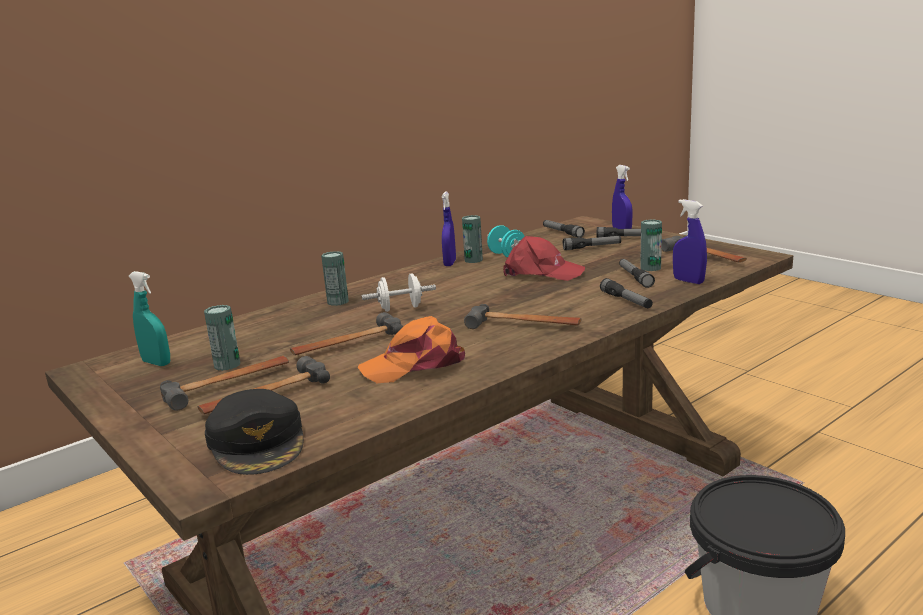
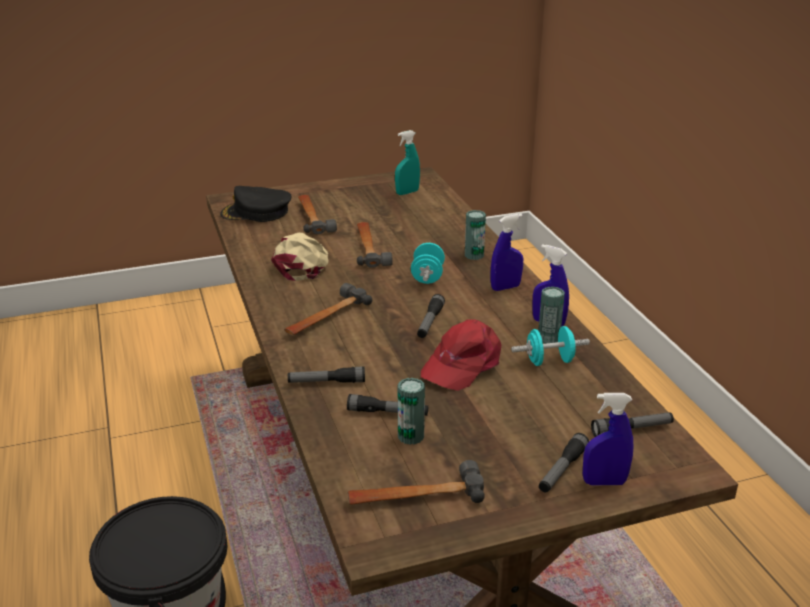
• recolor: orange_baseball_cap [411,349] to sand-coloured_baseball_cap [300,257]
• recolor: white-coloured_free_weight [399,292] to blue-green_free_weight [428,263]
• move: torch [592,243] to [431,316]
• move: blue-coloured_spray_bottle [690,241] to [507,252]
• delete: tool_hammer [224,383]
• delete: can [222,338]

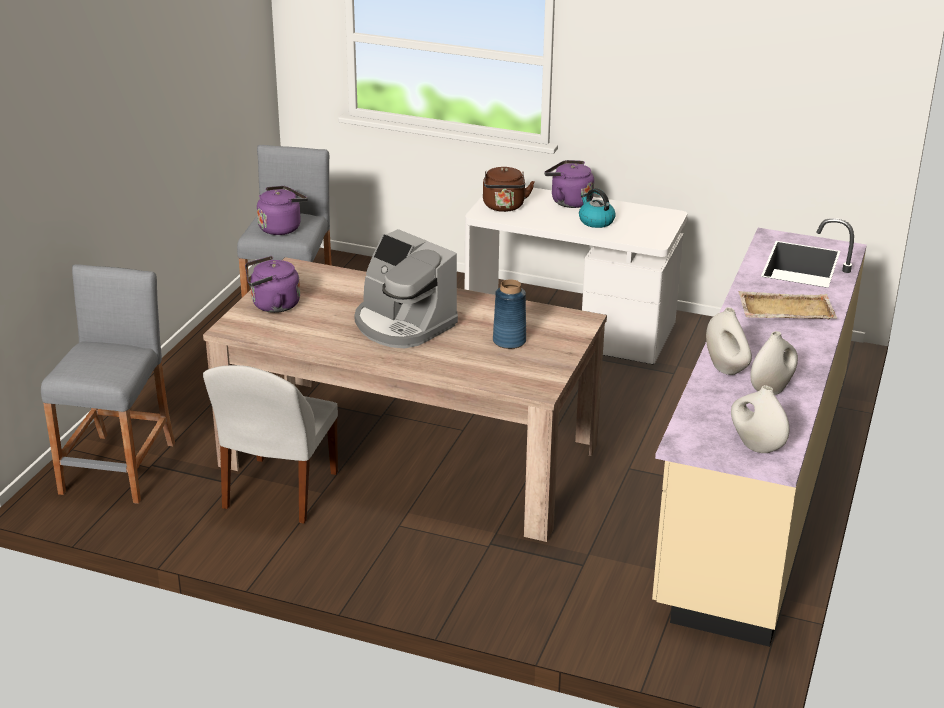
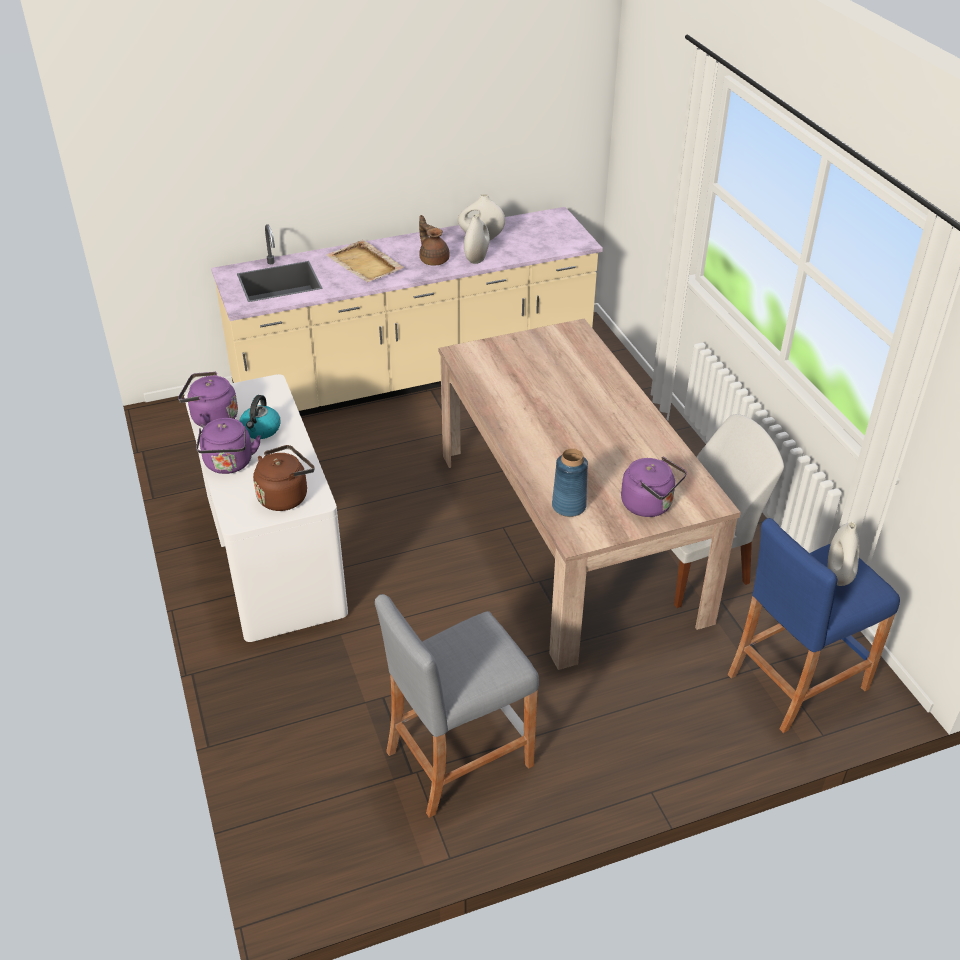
• move: purple-coloured_tea_kettle [282,210] to [208,399]
• insert: brownish_teapot [434,240]
• move: blue-coloured_flower_vase [509,314] to [570,482]
• recolor: greyish_stool [108,384] to blue-coloured_stool [814,625]
• move: white-coloured_flower_vase [760,419] to [844,554]
• delete: coffee_brewer [406,288]

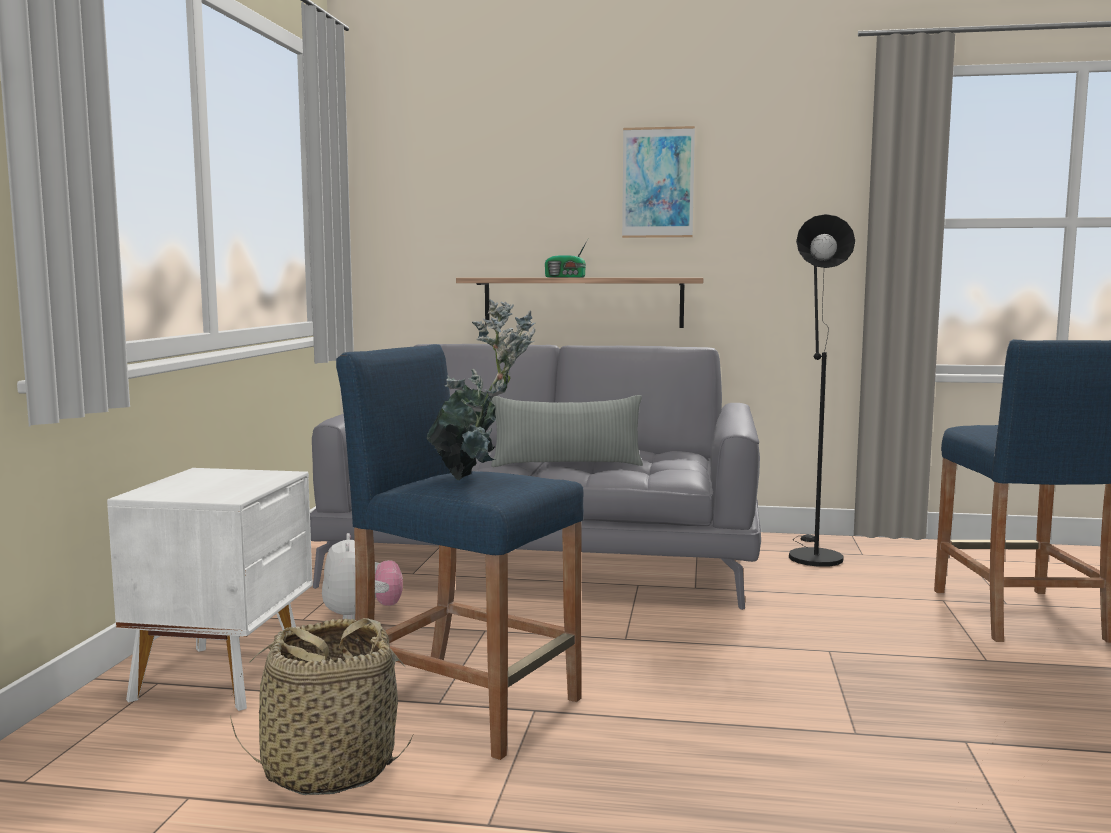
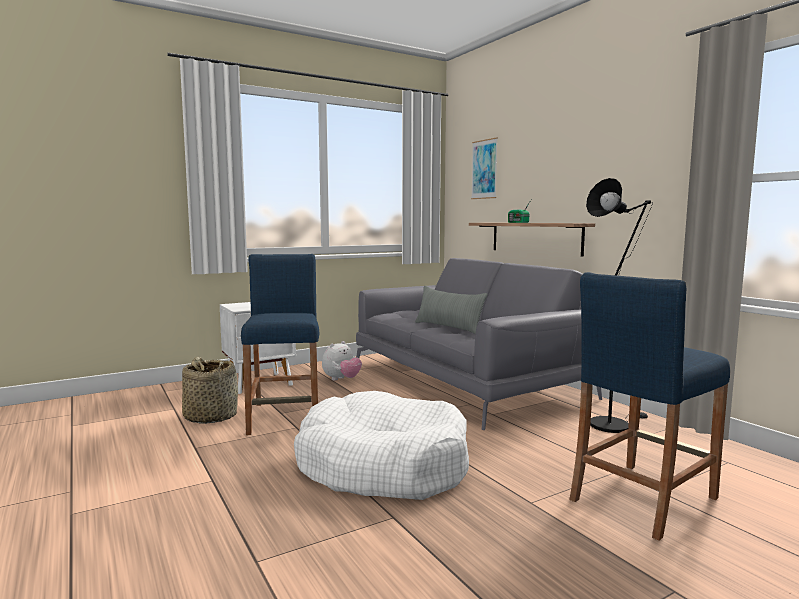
• insert: white-coloured_pet_bed [381,445]
• move: wall_art [658,182] to [484,168]
• delete: plant_in_a_pot [480,389]

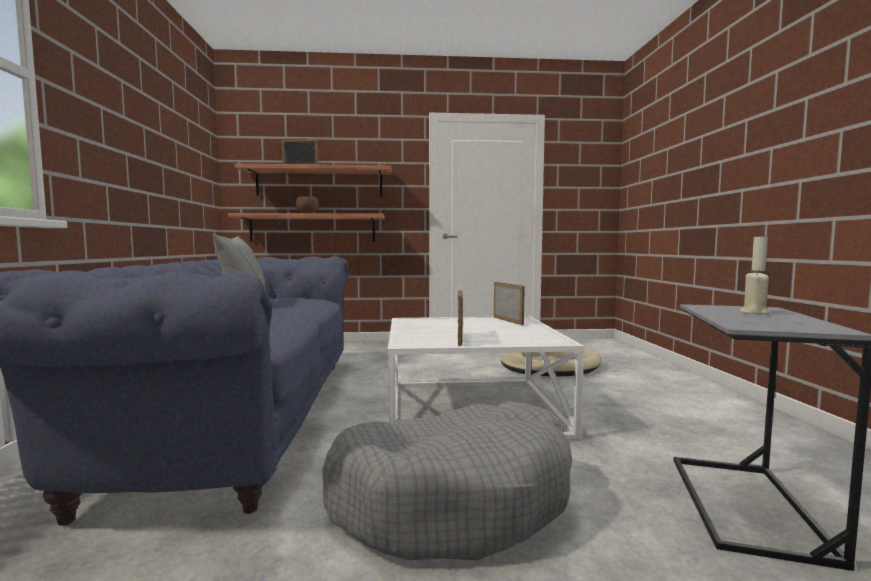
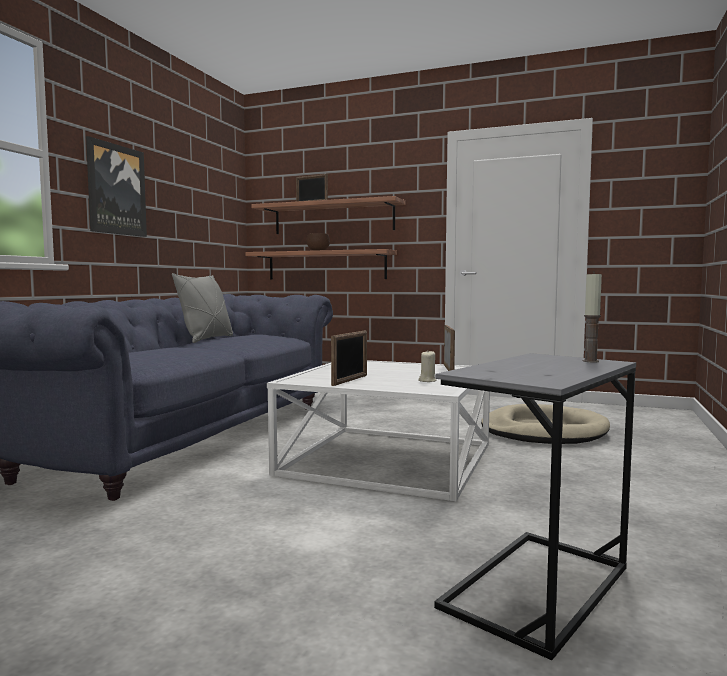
• insert: wall_art [116,186]
• move: sand-coloured_candle [754,292] to [427,366]
• delete: greyish_pet_bed [447,480]

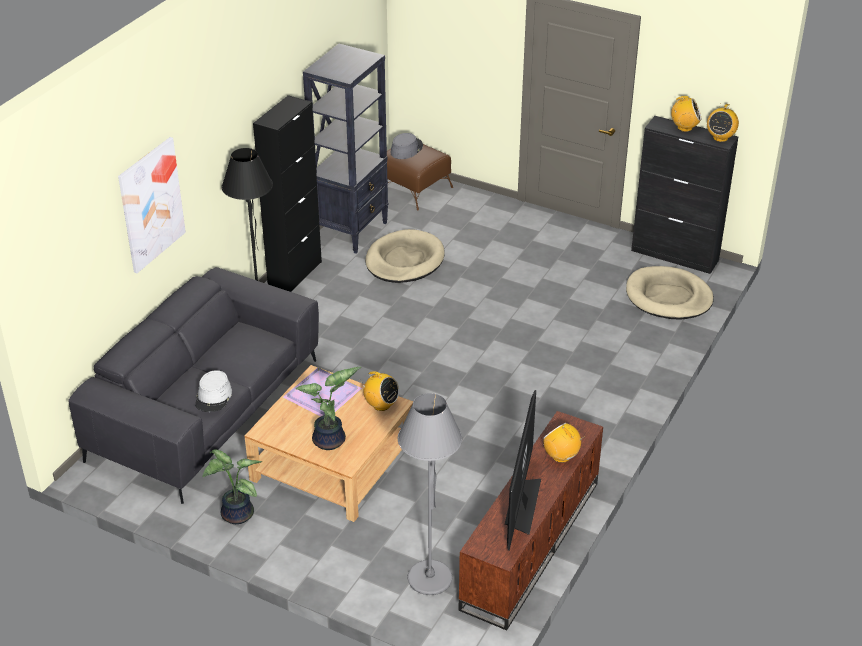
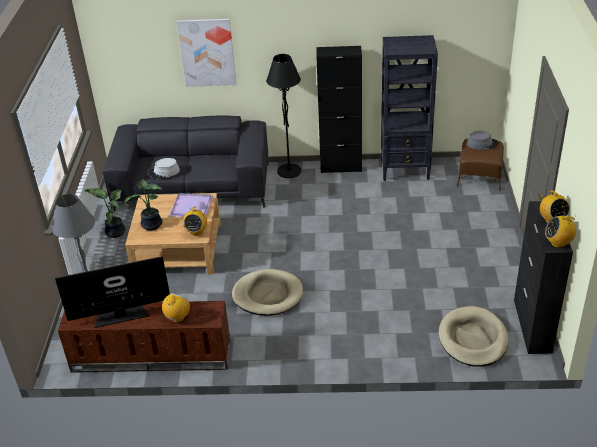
• move: sand-coloured_pet_bed [405,256] to [267,292]

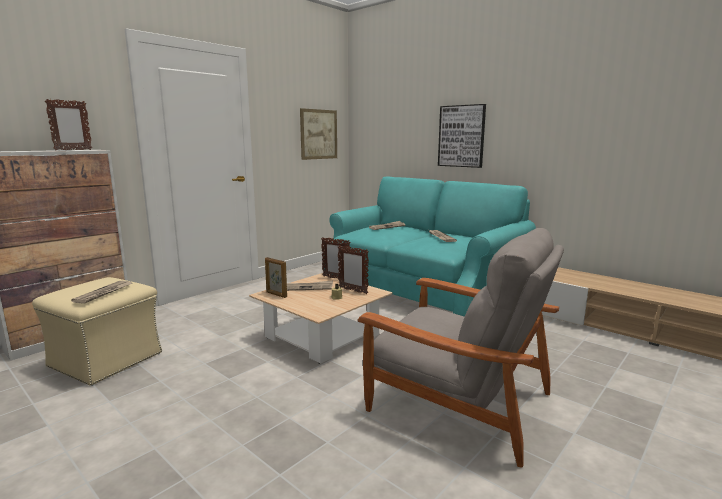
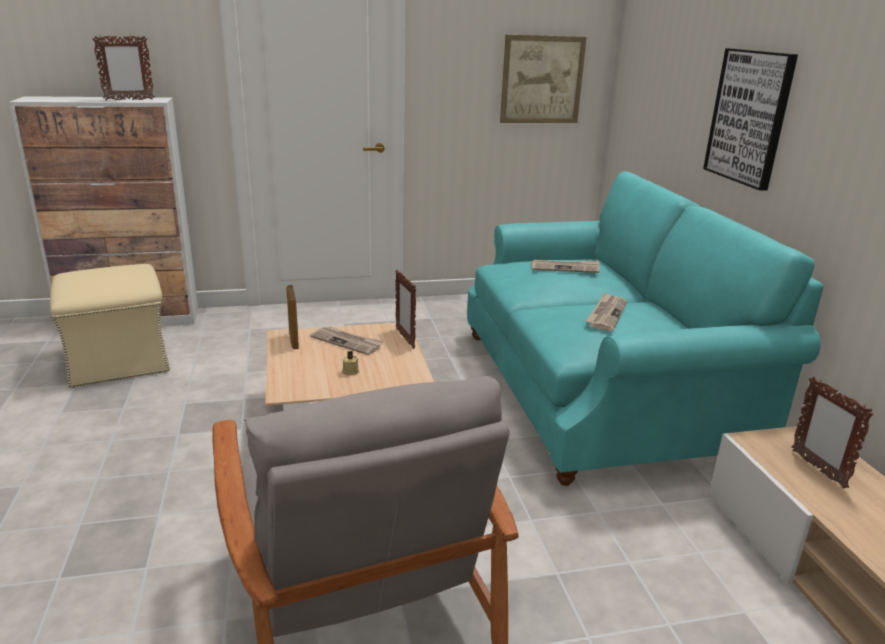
• move: photo_frame [353,269] to [832,432]
• delete: newspaper [101,292]

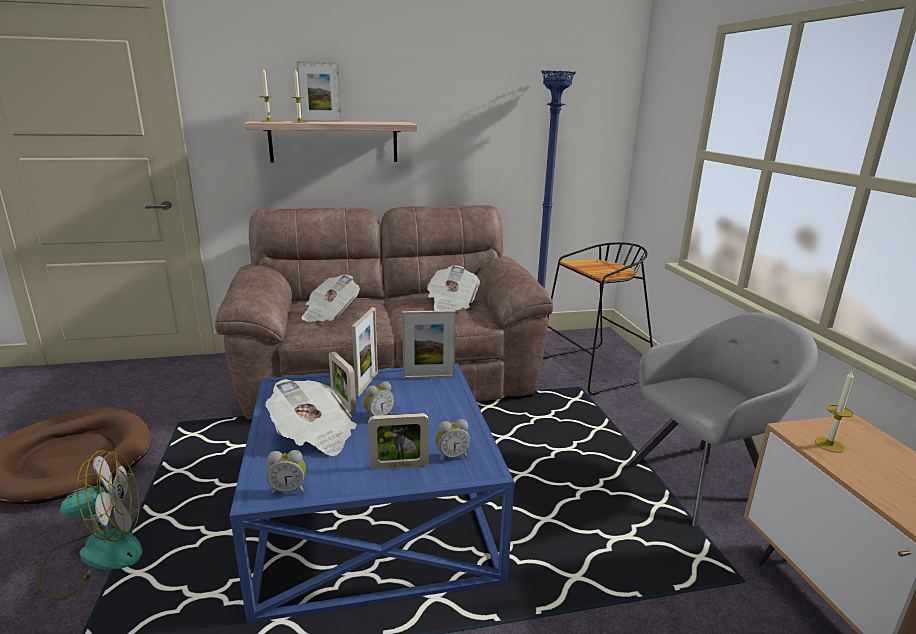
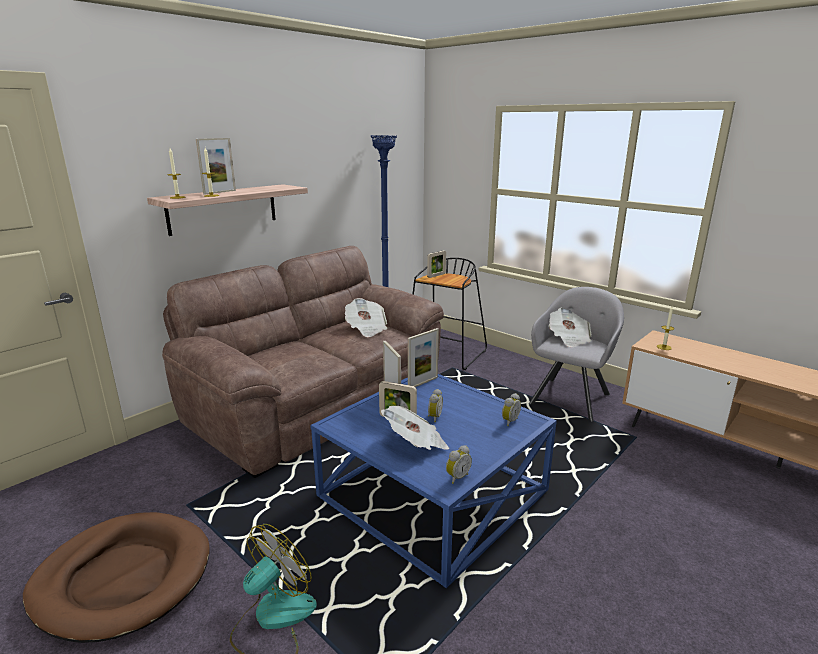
• move: photo_frame [398,441] to [436,264]
• move: newspaper [330,298] to [570,327]

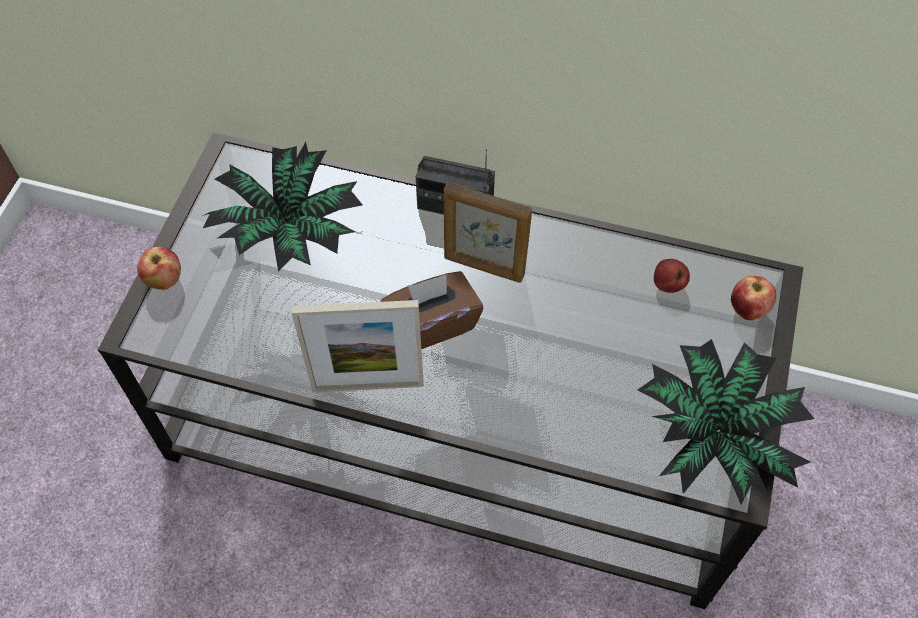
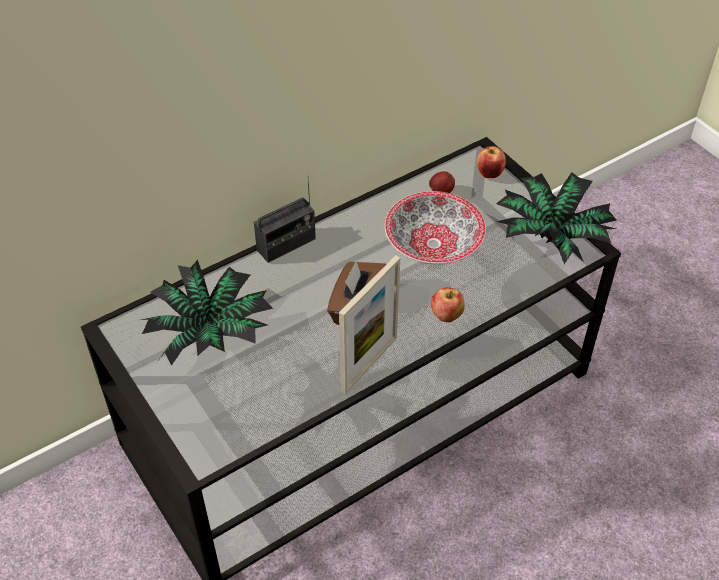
• insert: deep_dish [435,227]
• move: apple_fruit [159,268] to [448,304]
• delete: photo_frame [488,232]

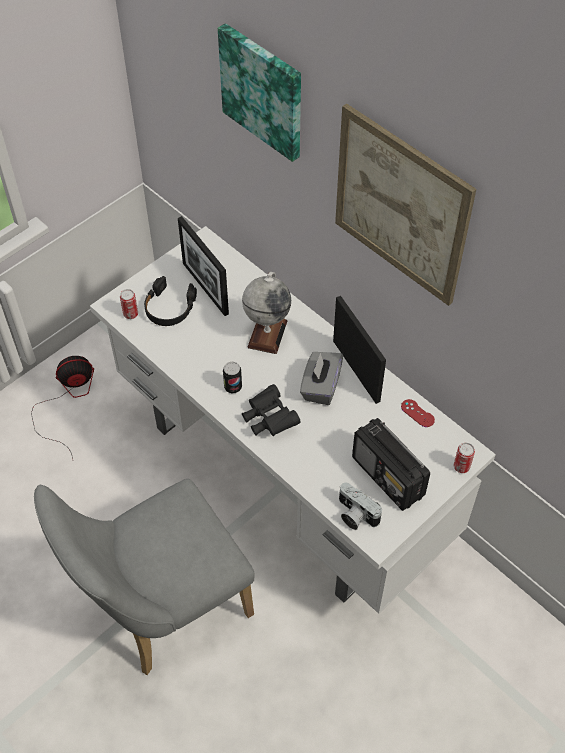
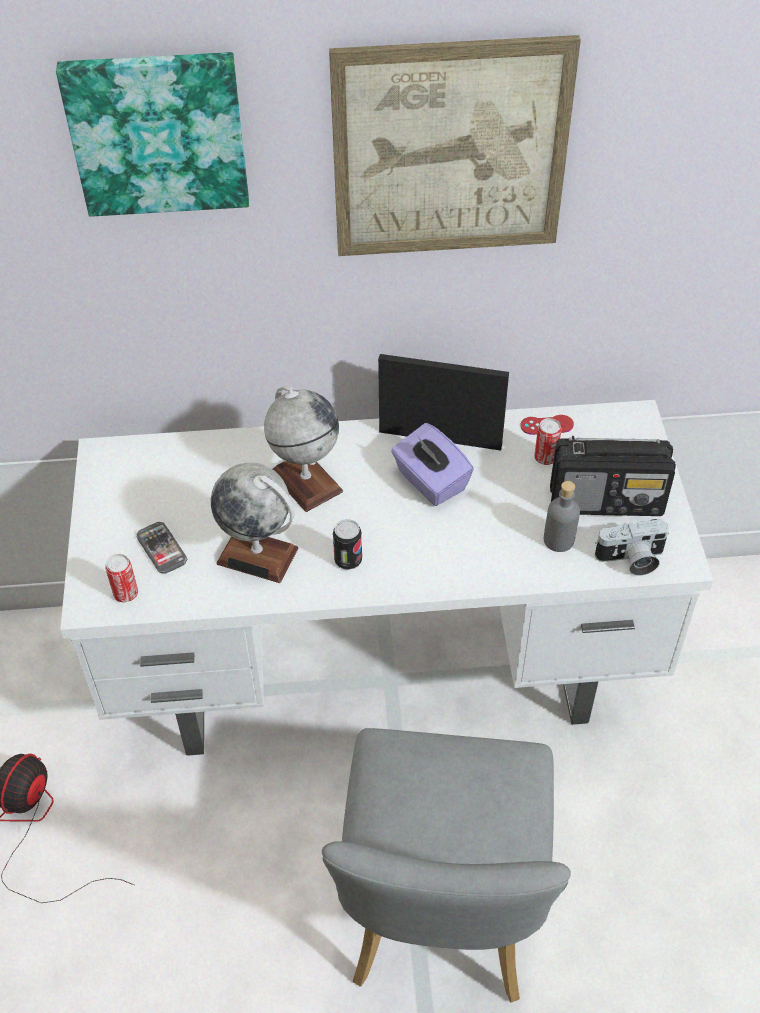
• replace: blackish_headset [170,301] to phone [161,548]
• insert: world_globe [254,522]
• recolor: greyish_tissue_box [321,378] to purple-coloured_tissue_box [432,464]
• move: can [464,458] to [547,441]
• insert: greyish_beverage_bottle [562,516]
• delete: photo_frame [203,266]
• delete: blackish_binoculars [271,410]

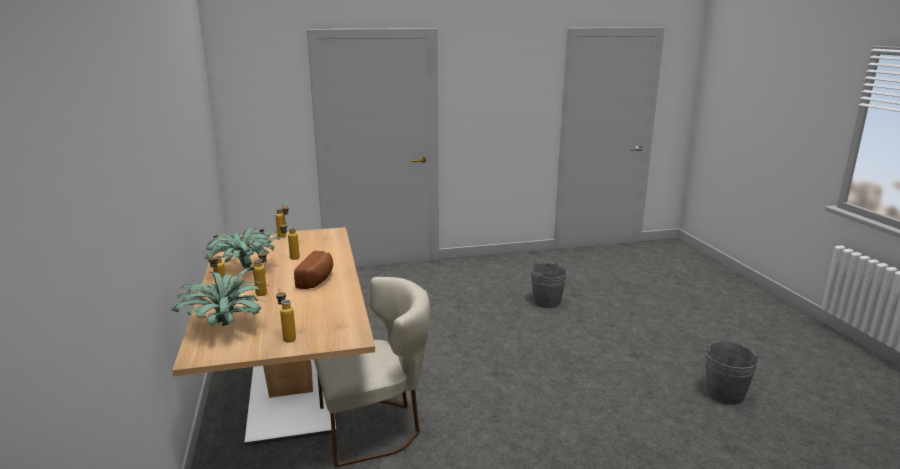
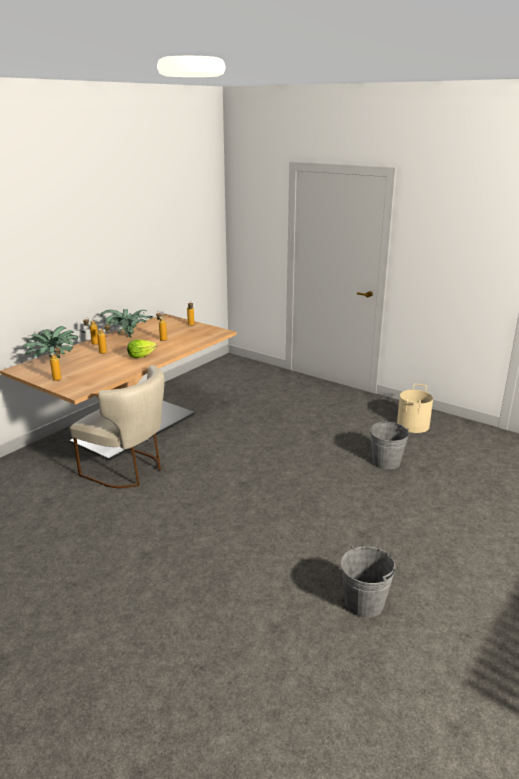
• replace: baked_bread [313,270] to lettuce_head [142,348]
• insert: sand-coloured_water_bucket [415,408]

